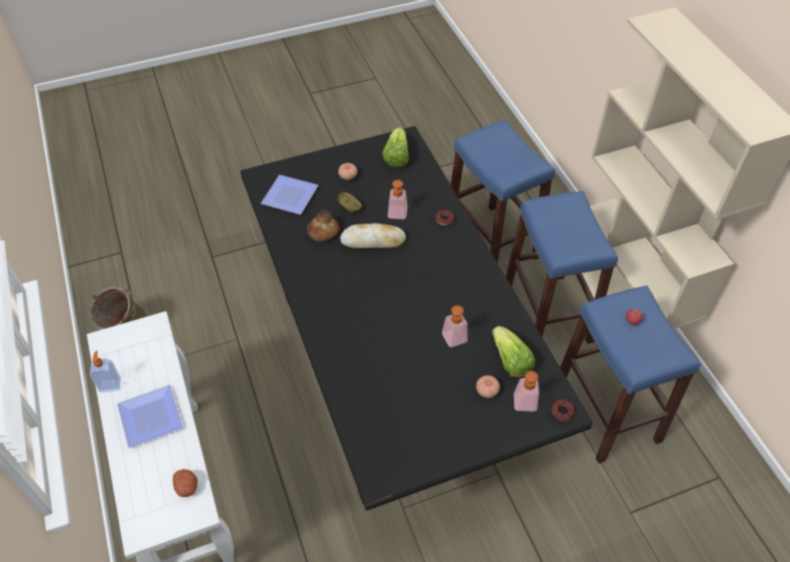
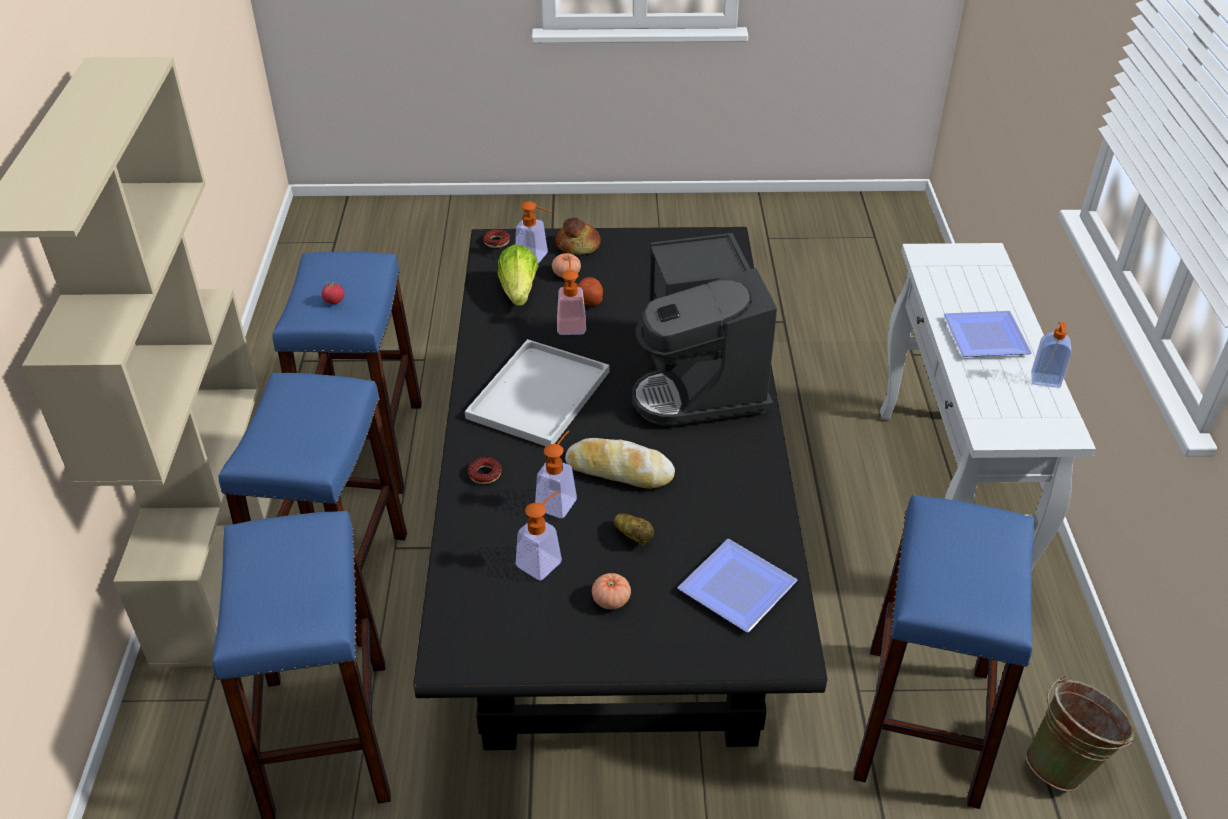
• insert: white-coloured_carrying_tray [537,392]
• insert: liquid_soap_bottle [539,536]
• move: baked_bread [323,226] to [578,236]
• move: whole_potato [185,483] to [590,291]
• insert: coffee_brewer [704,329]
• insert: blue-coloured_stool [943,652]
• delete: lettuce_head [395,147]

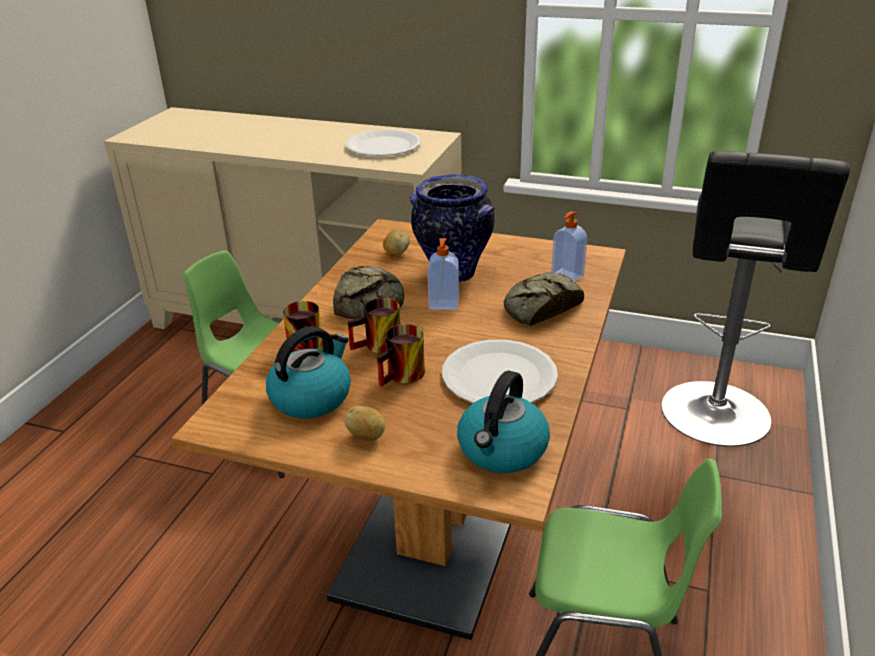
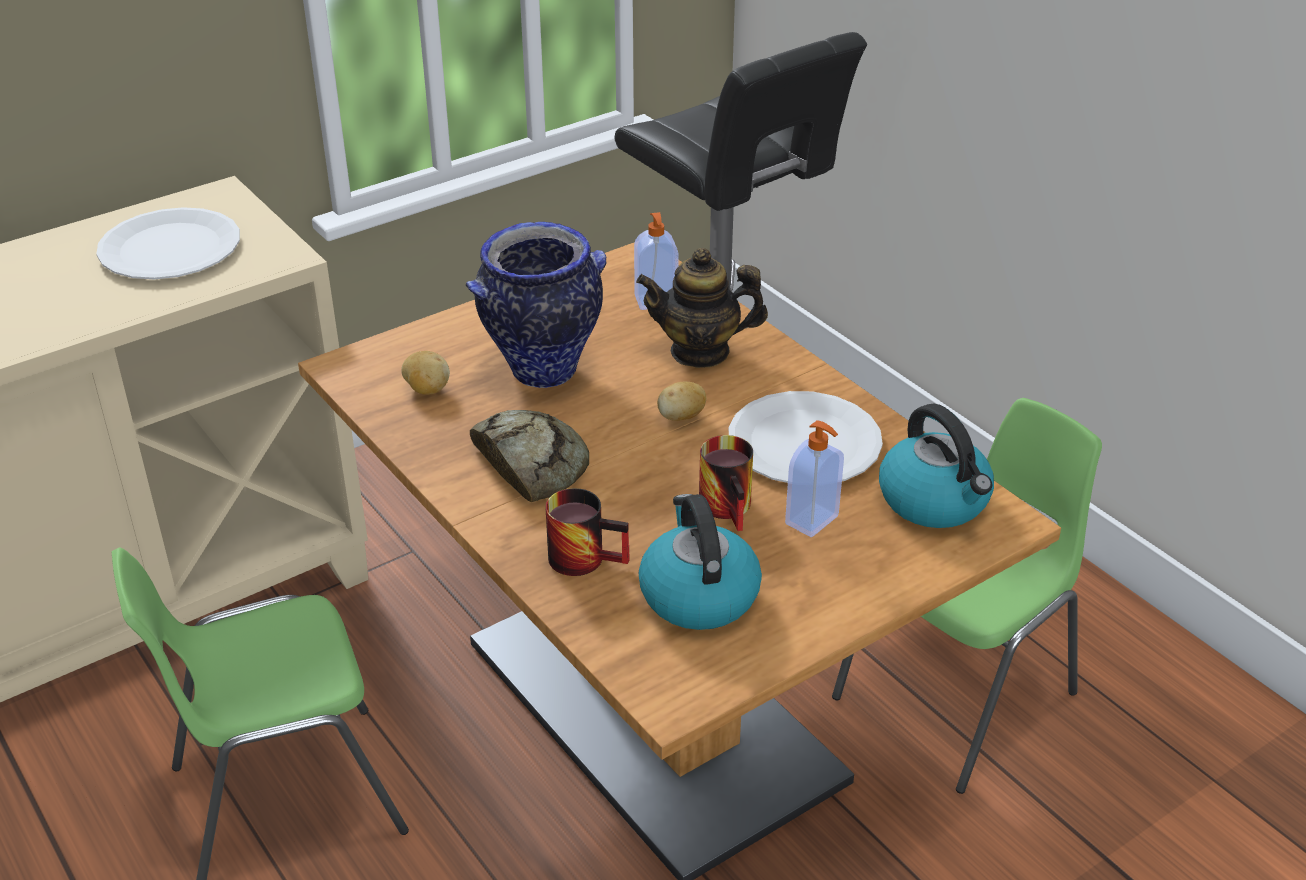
• replace: baked_bread [544,299] to teapot [702,308]
• move: whole_potato [365,423] to [681,401]
• move: liquid_soap_bottle [443,274] to [814,478]
• delete: mug [374,326]

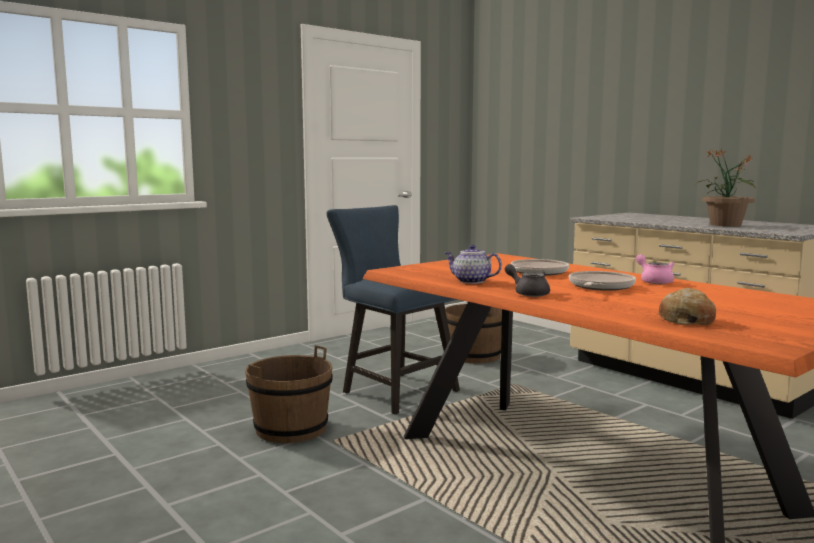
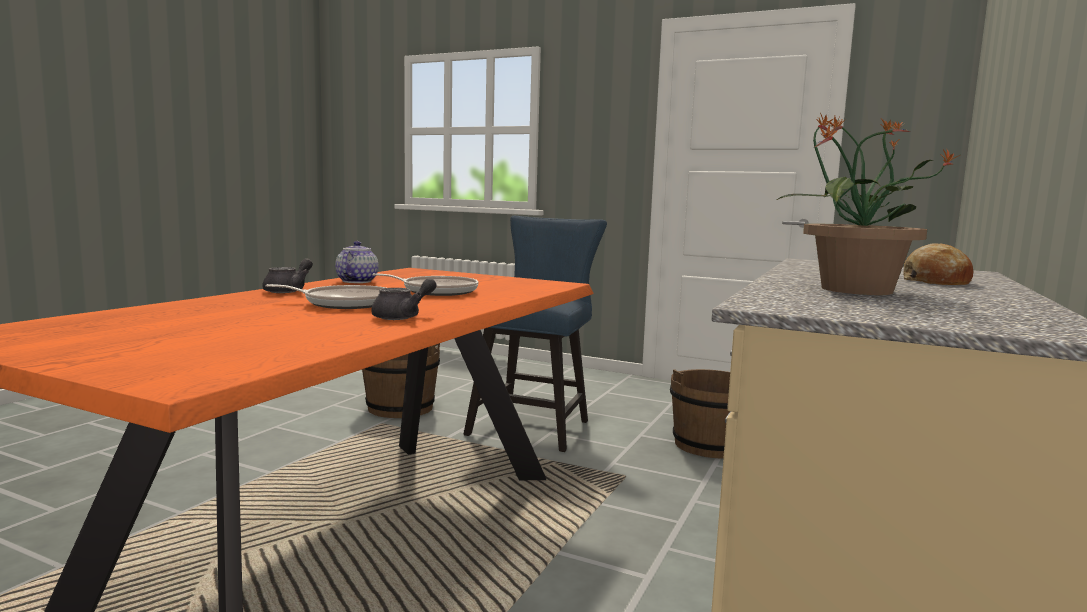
• recolor: pink-coloured_teapot [655,269] to greyish_teapot [404,299]
• move: baked_bread [687,306] to [938,264]

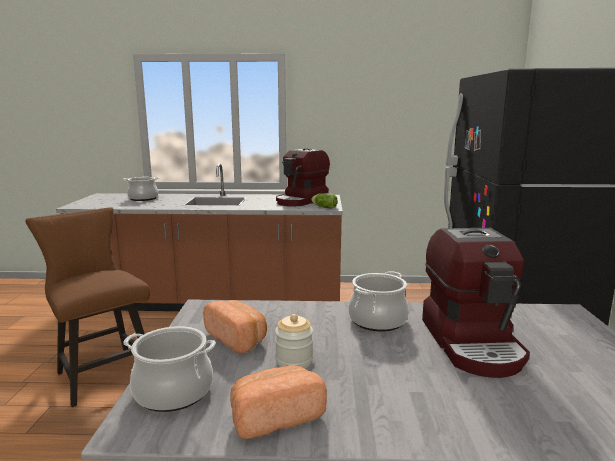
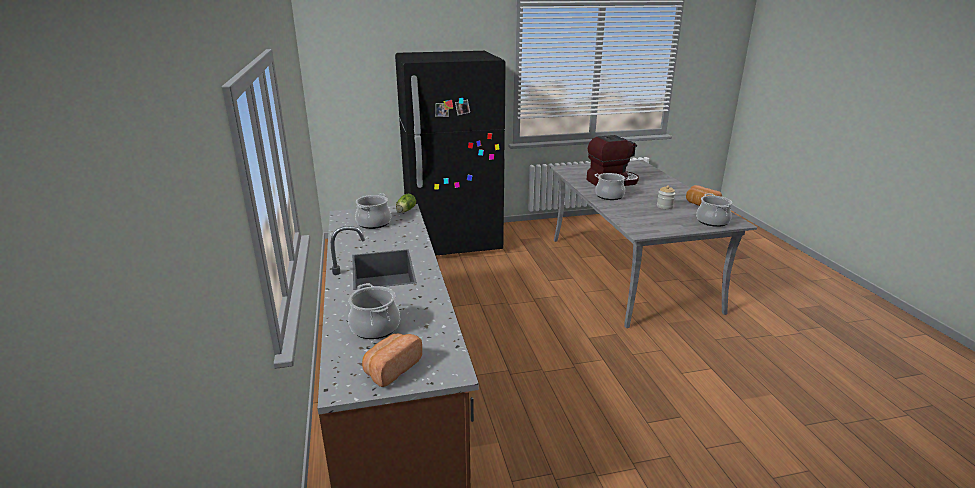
• replace: coffee_brewer [303,177] to cooking_pot [373,211]
• move: baked_bread [235,327] to [392,360]
• delete: brownish_plain_chair [87,307]

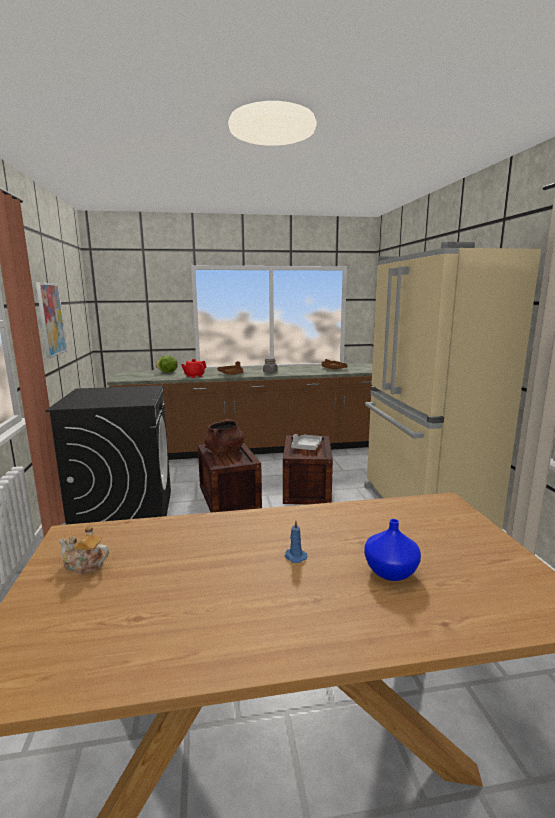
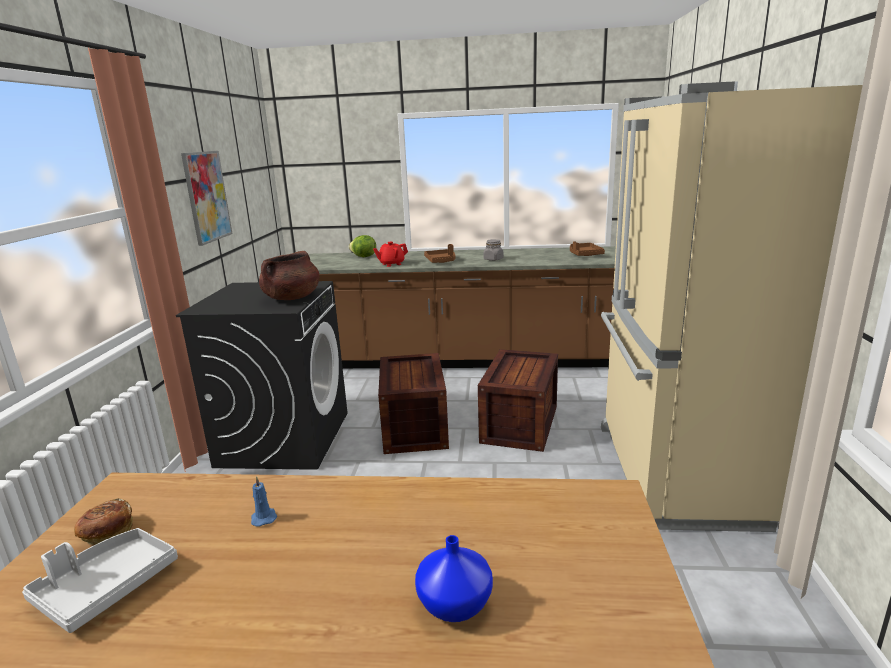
• move: greyish_carrying_tray [306,442] to [100,580]
• replace: teapot [84,549] to baked_bread [103,521]
• move: blue-coloured_candle [296,541] to [264,501]
• move: brownish_cooking_pot [224,436] to [289,275]

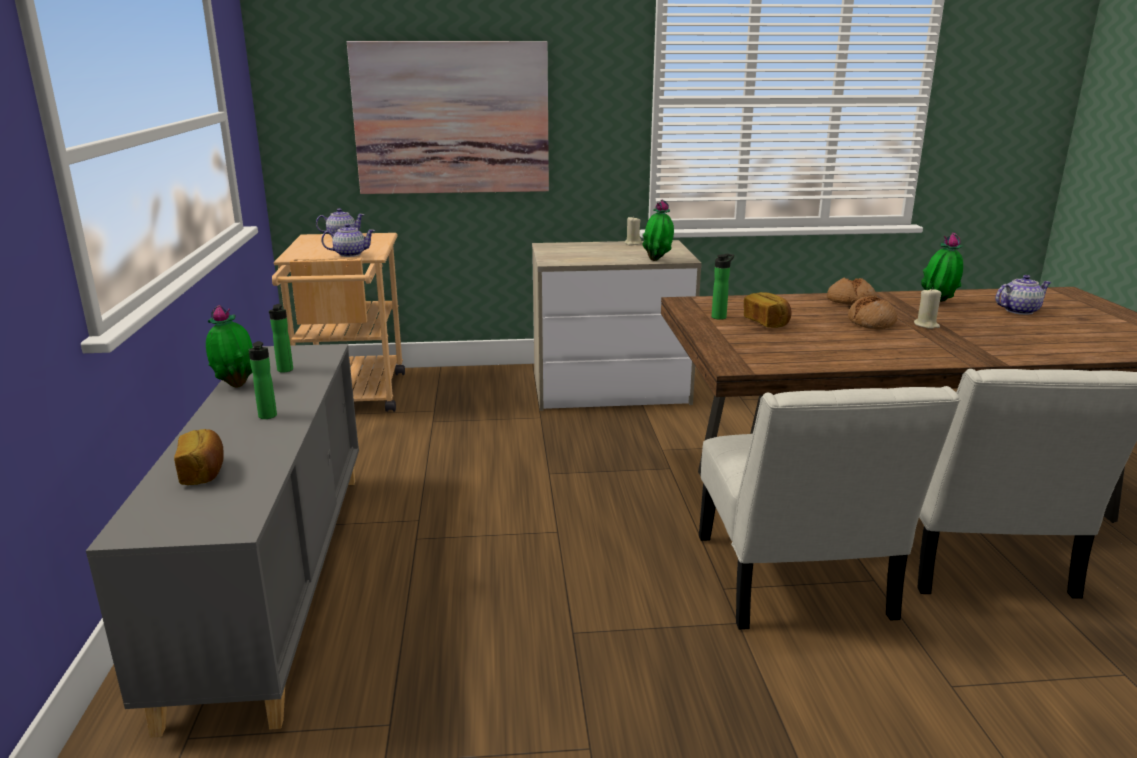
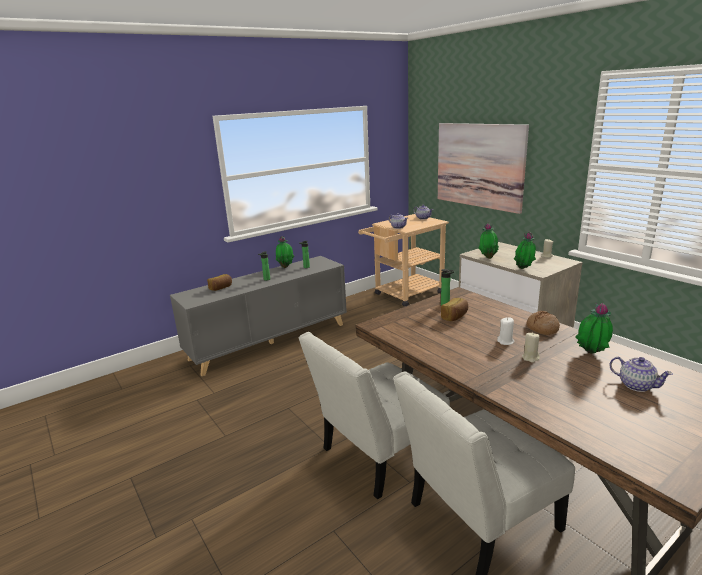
• insert: plant_in_a_pot [488,241]
• replace: baked_bread [872,313] to white-coloured_candle [506,331]

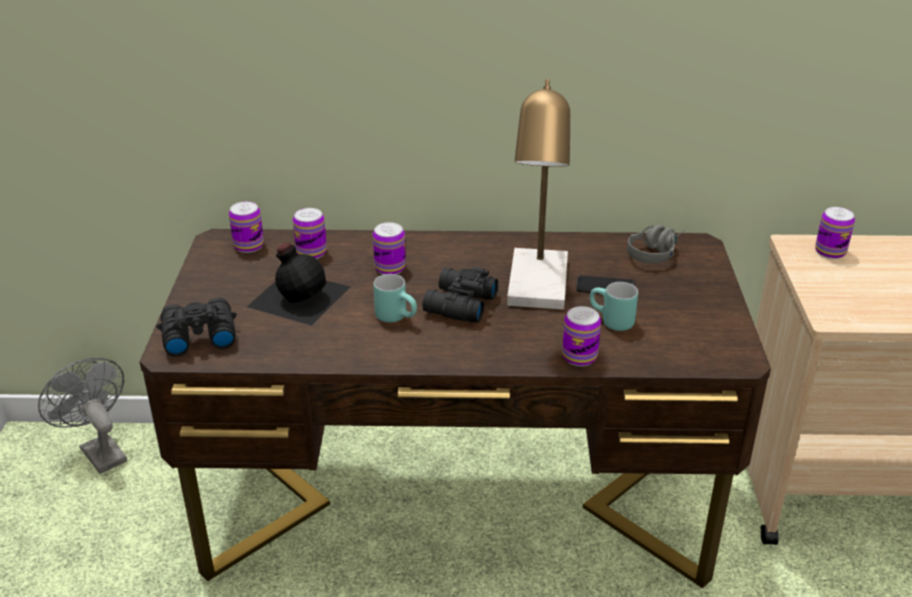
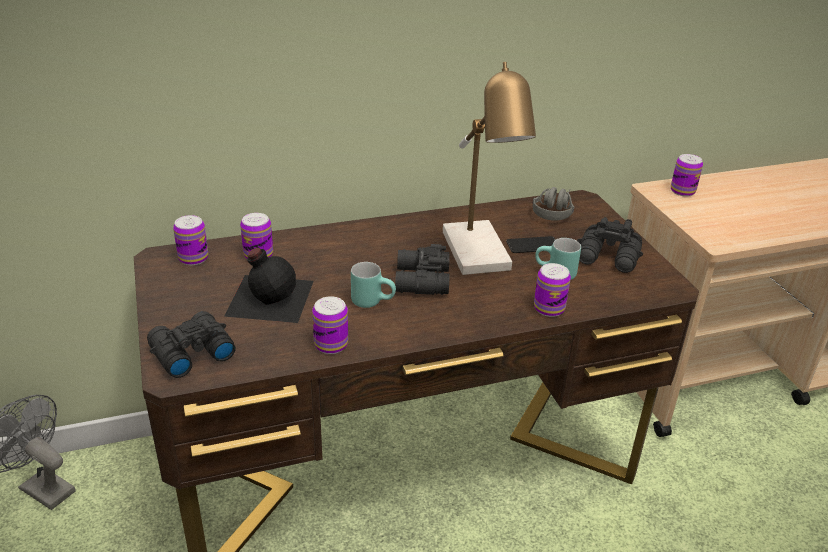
• move: can [389,248] to [330,325]
• insert: blackish_binoculars [610,245]

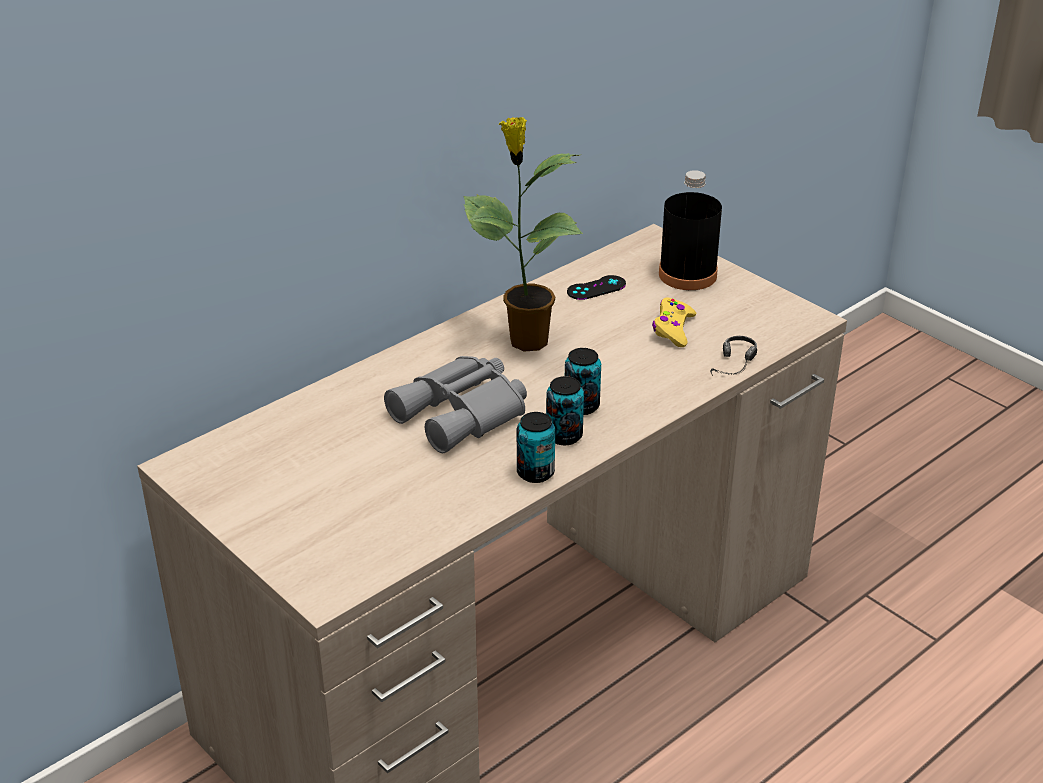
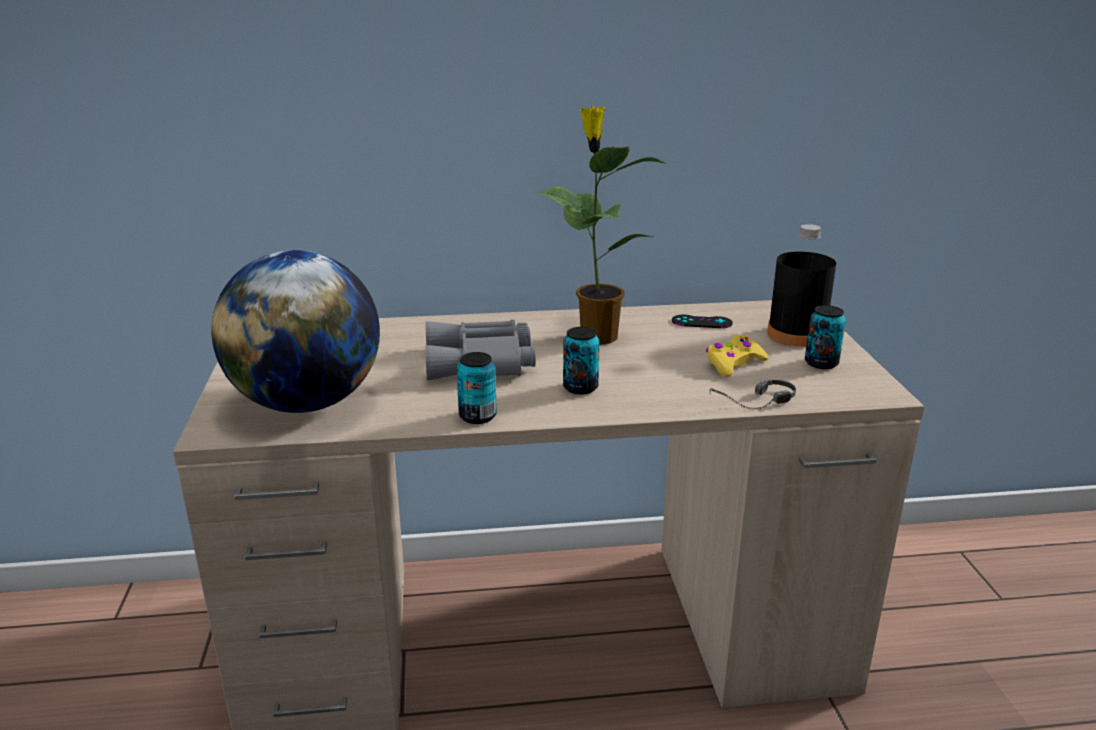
• insert: world_globe [295,331]
• move: can [565,410] to [825,337]

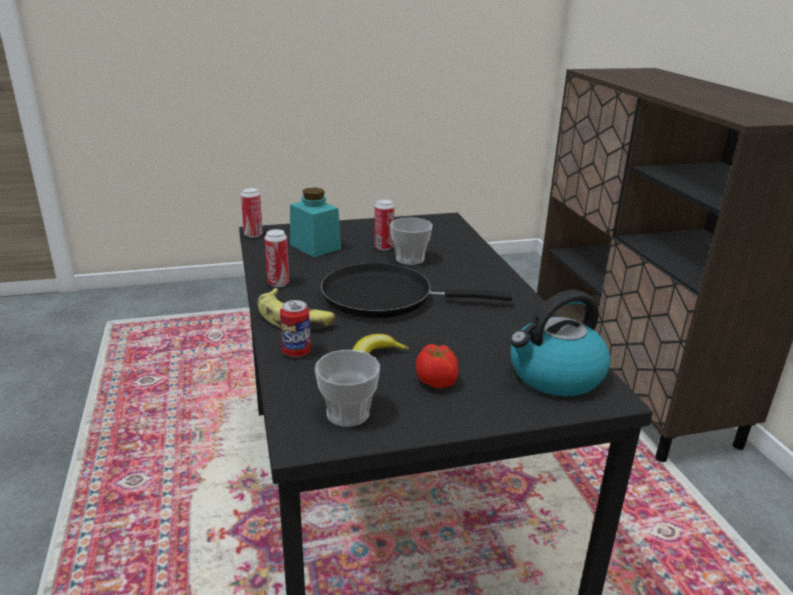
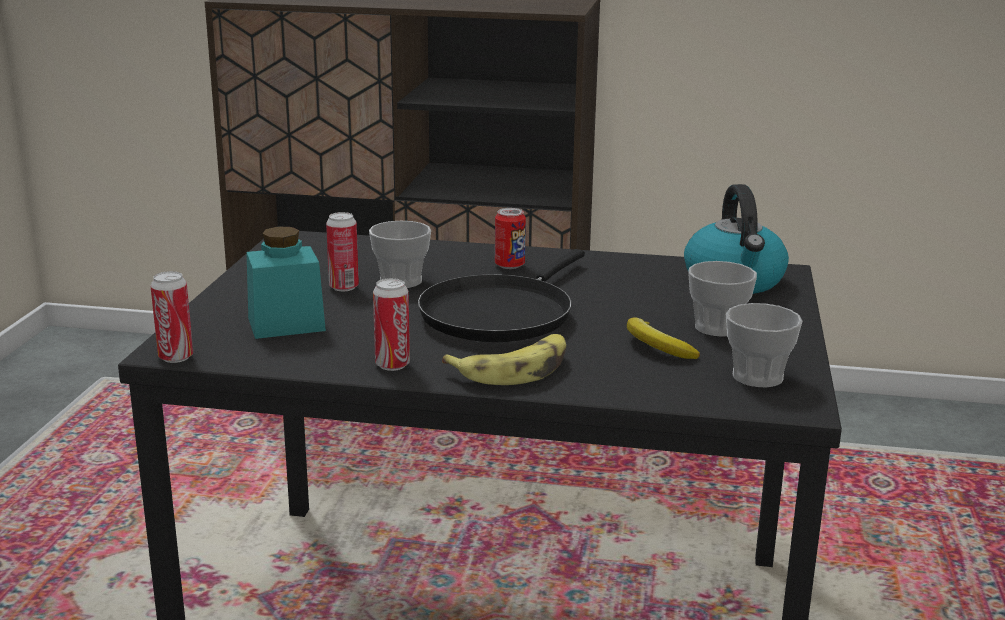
• move: can [295,328] to [510,238]
• replace: fresh_tomato [437,366] to small_cup [722,299]

